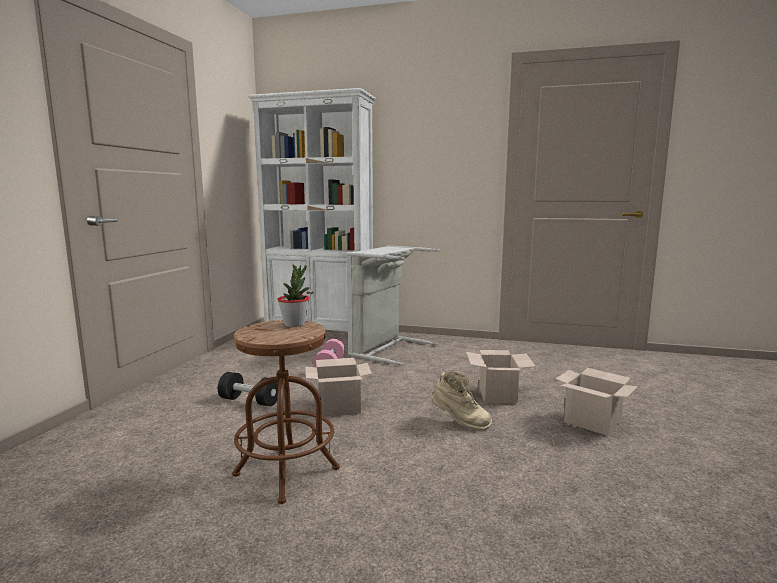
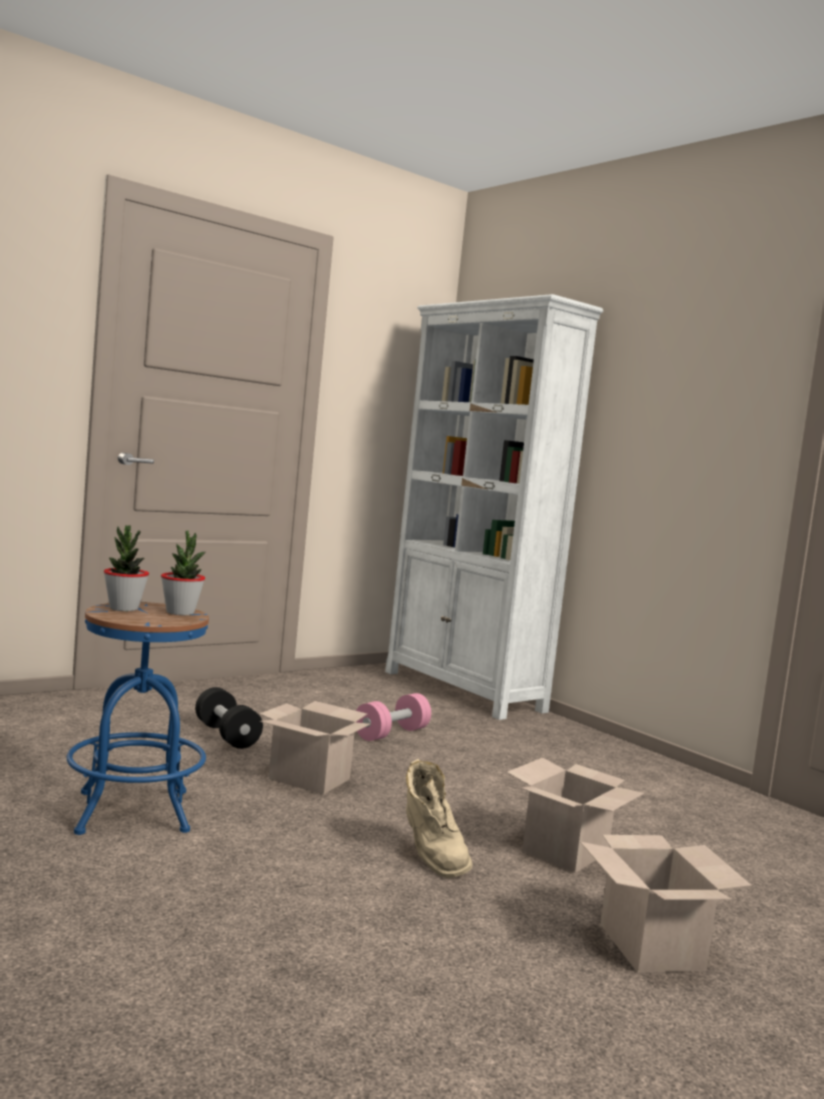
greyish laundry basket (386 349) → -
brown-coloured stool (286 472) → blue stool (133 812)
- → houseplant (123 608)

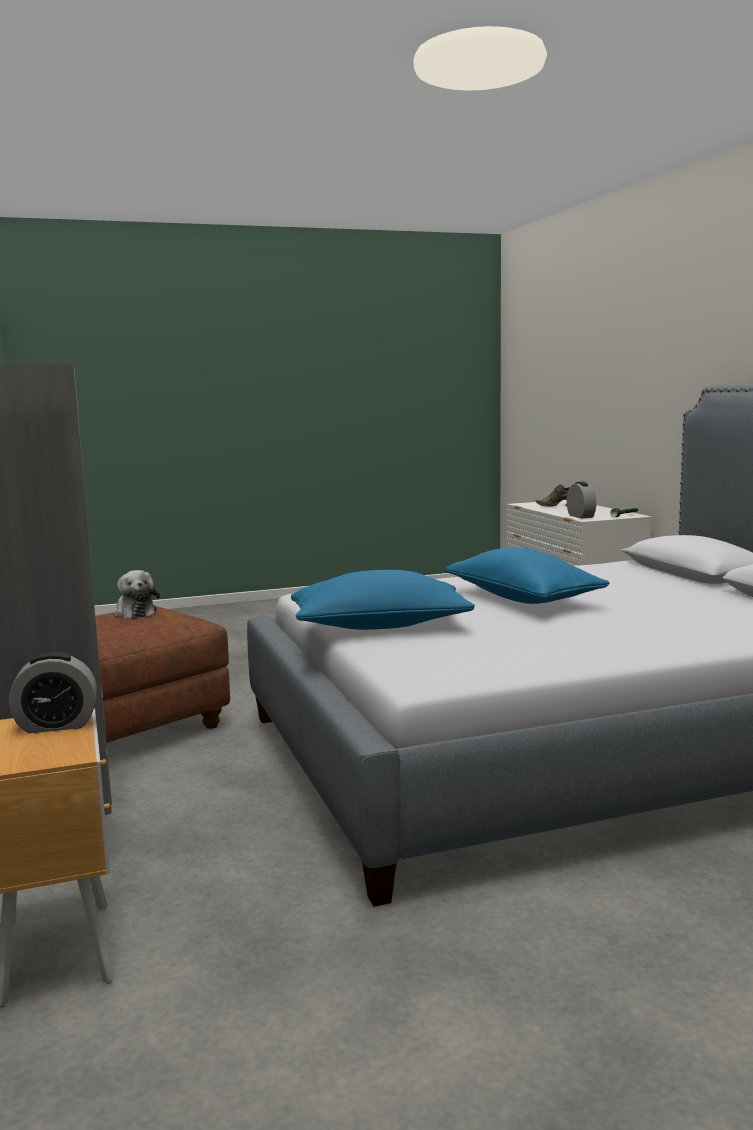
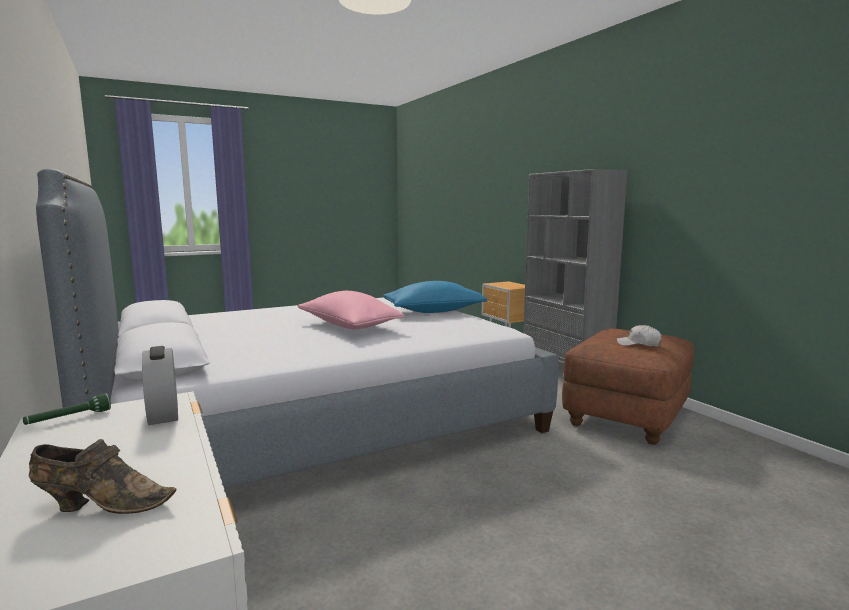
blue pillow (522 599) → pink-coloured pillow (349 326)
soft toy (135 612) → white-coloured cap (639 344)
bedside clock (56 725) → -

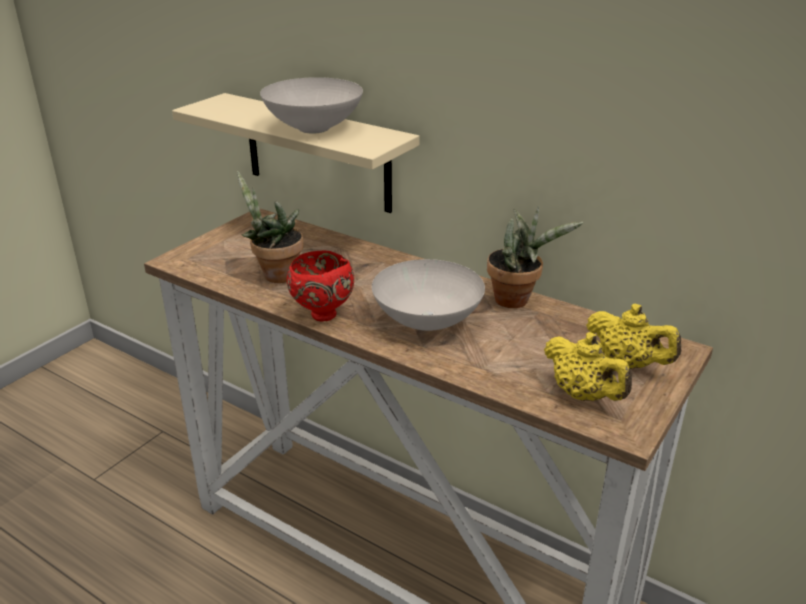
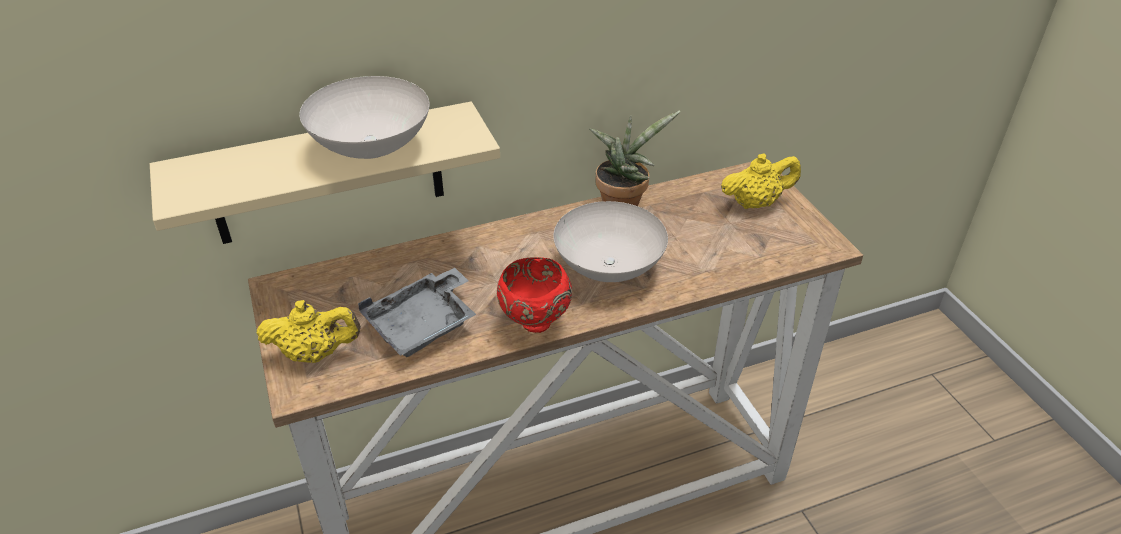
houseplant (275 275) → greyish serving tray (423 324)
yellow-coloured teapot (583 395) → yellow-coloured teapot (315 354), relocated

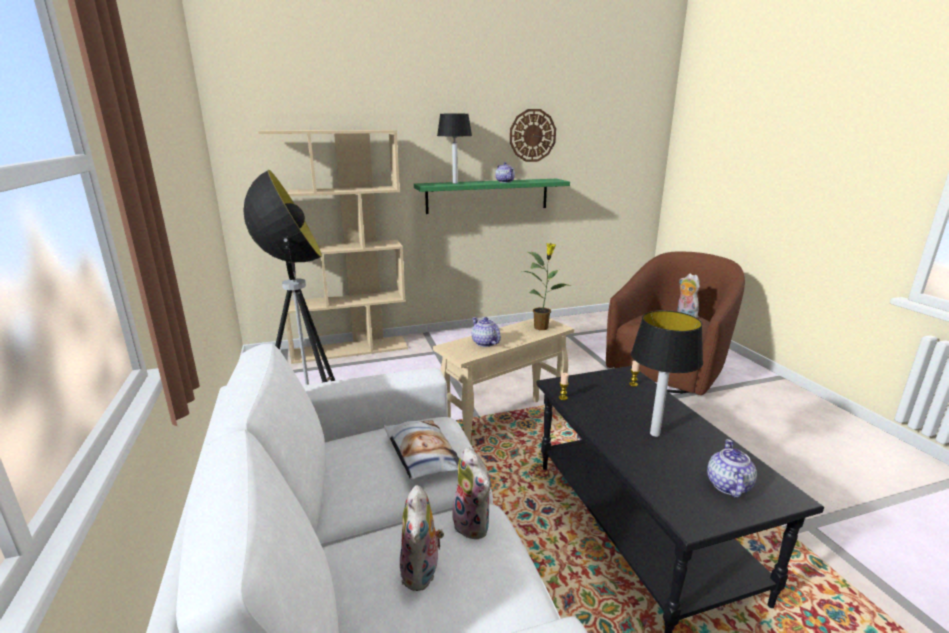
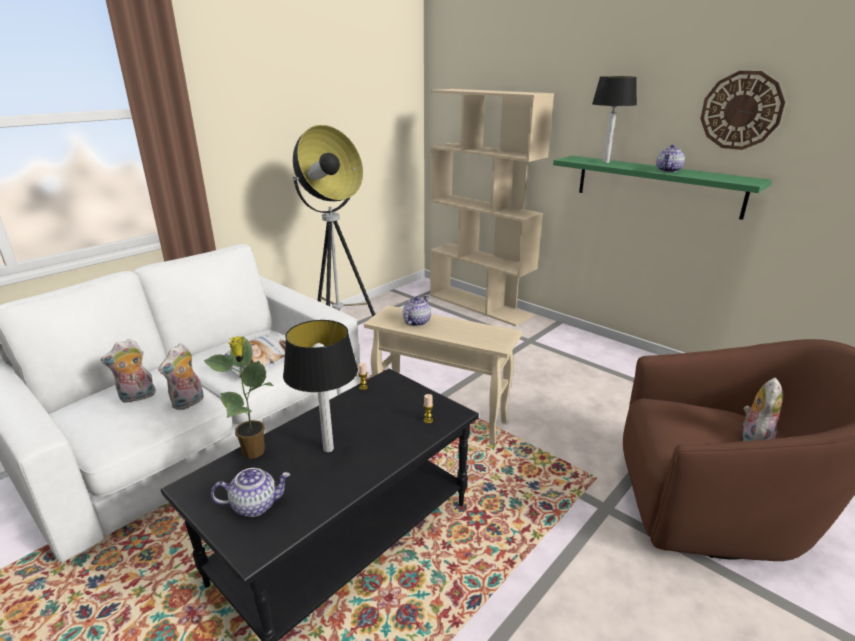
houseplant (542 327) → houseplant (254 452), relocated

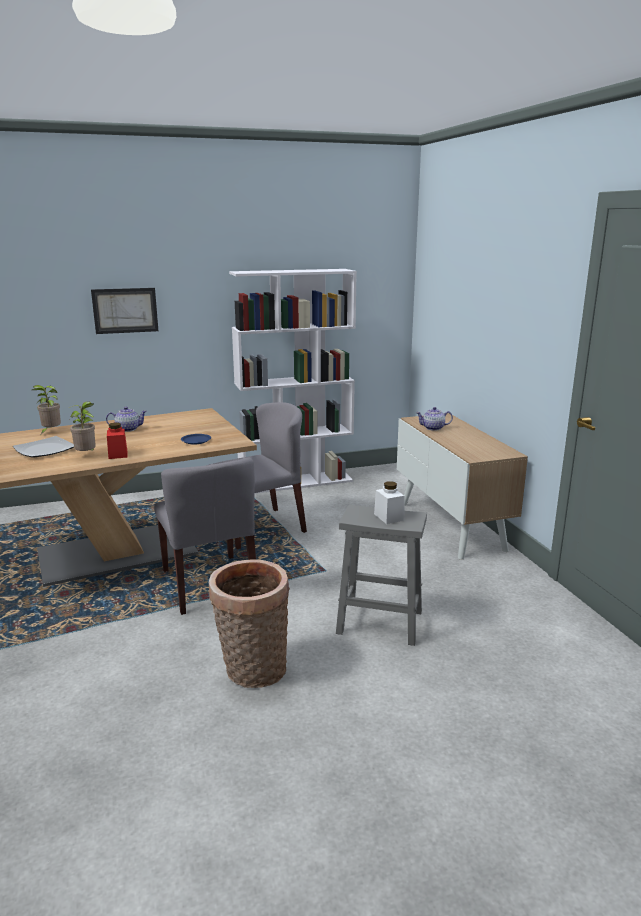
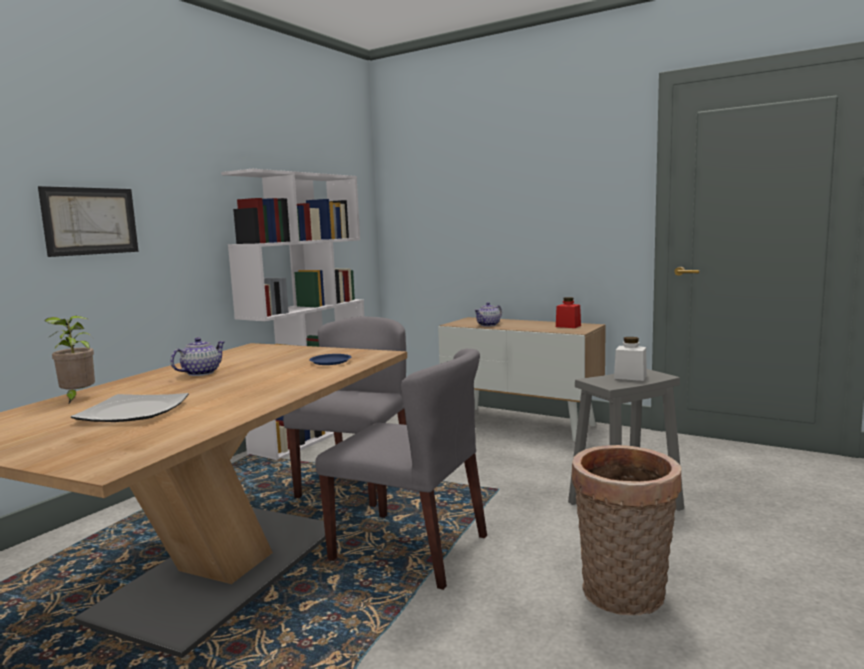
houseplant (87 455) → -
red-coloured storage jar (118 454) → red-coloured storage jar (568 326), relocated

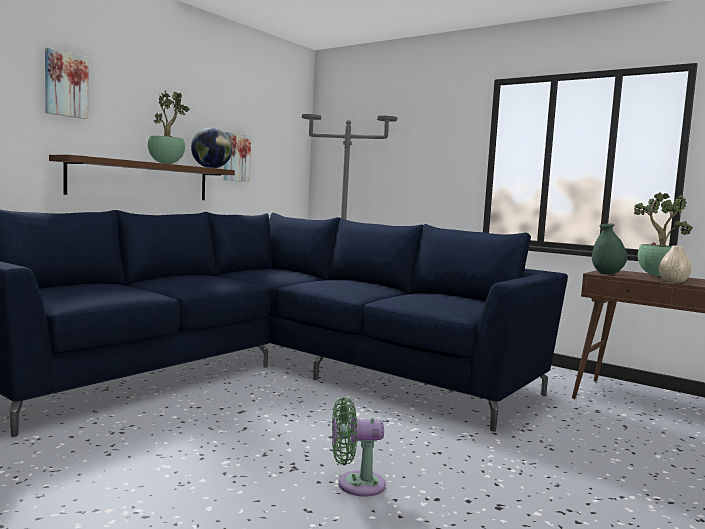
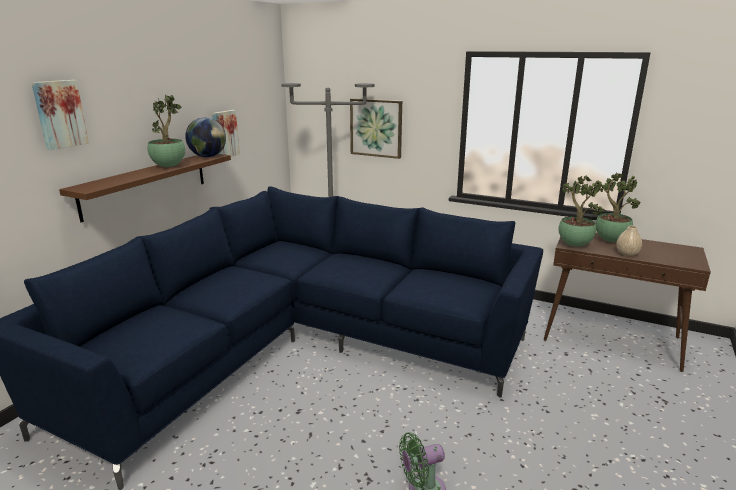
greenish vase (607 274) → houseplant (573 244)
- → wall picture (376 128)

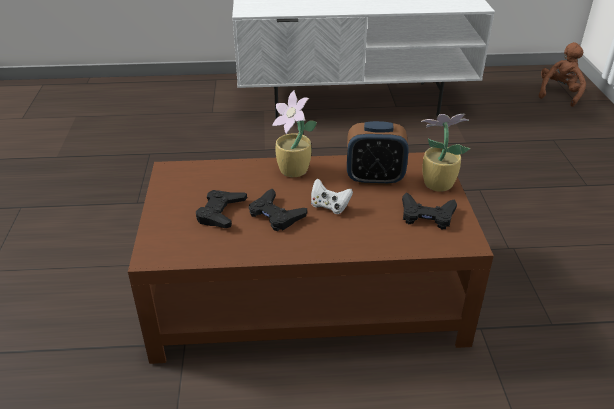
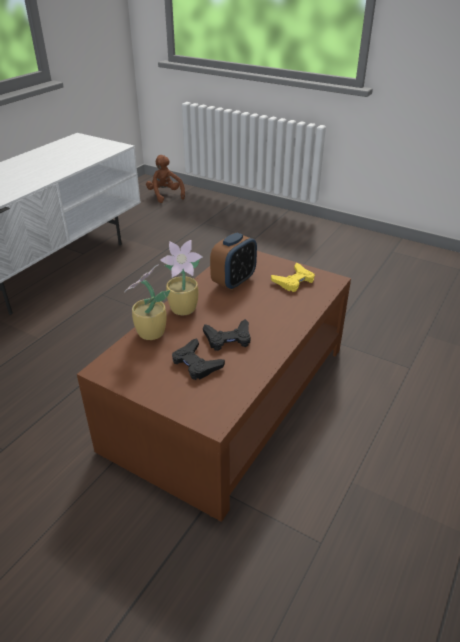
houseplant (436 184) → houseplant (150 333), relocated
white-coloured game controller (329 206) → -
blackish game controller (427 215) → yellow-coloured game controller (294 281)

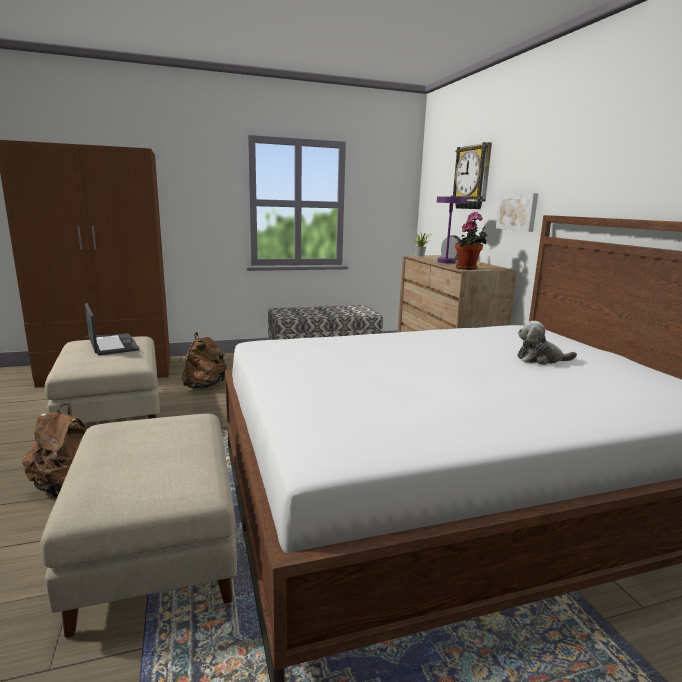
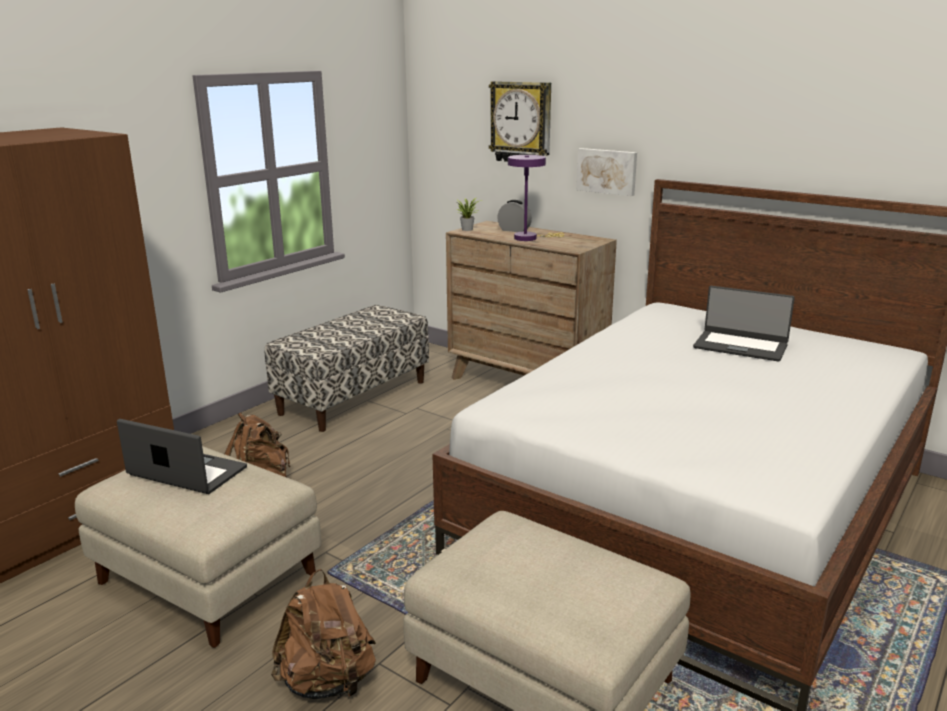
houseplant (468 268) → -
soft toy (540 359) → portable computer (740 346)

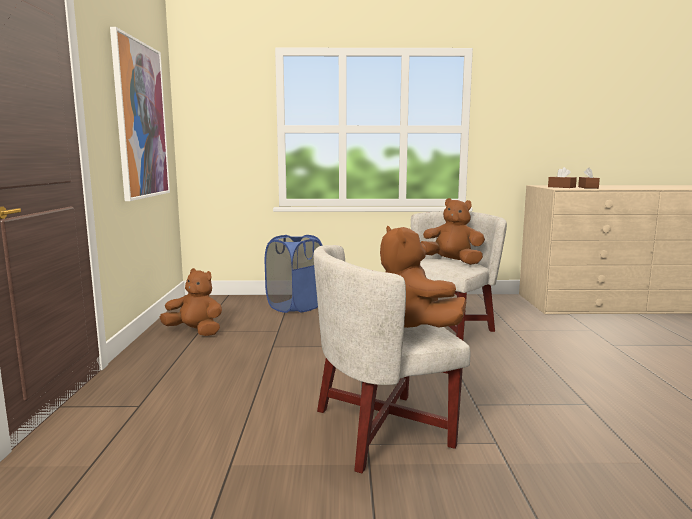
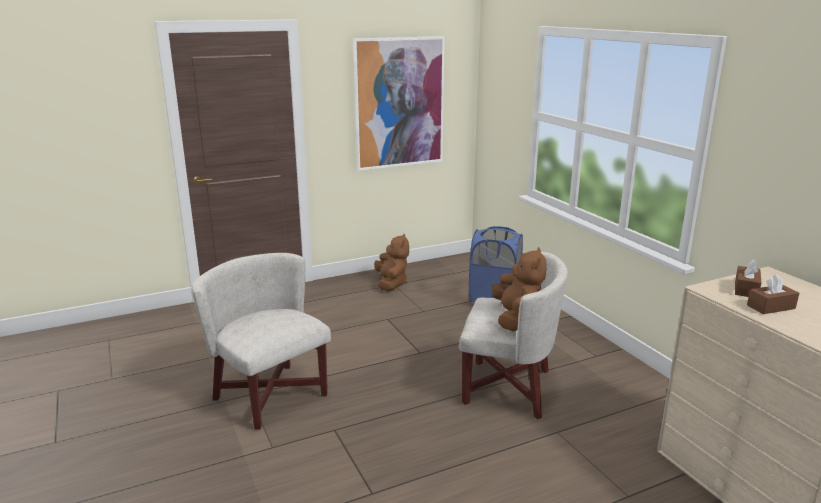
brown-coloured soft toy (414 325) → -

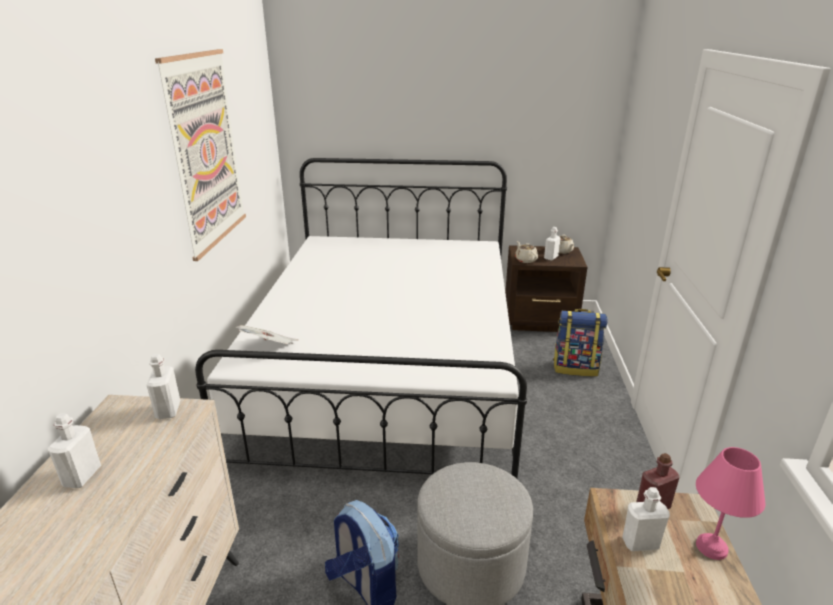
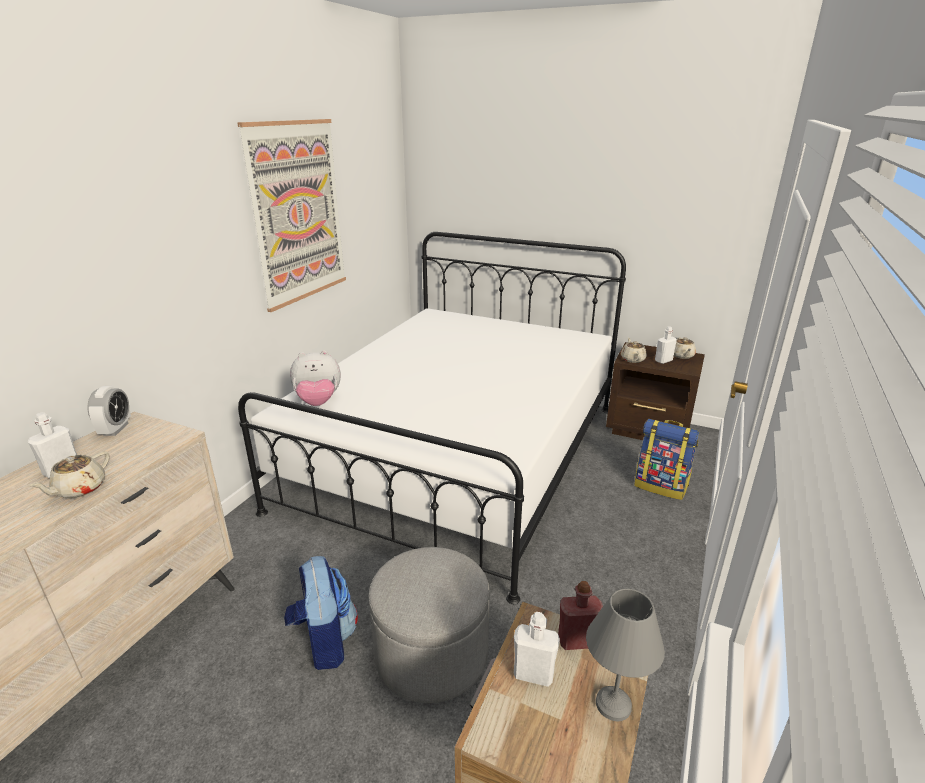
daily paper (270 348) → soft toy (318 402)
white-coloured bottle (168 410) → -
pink-coloured table lamp (713 547) → greyish table lamp (615 704)
- → bedside clock (116 429)
- → sand-coloured teapot (79 489)

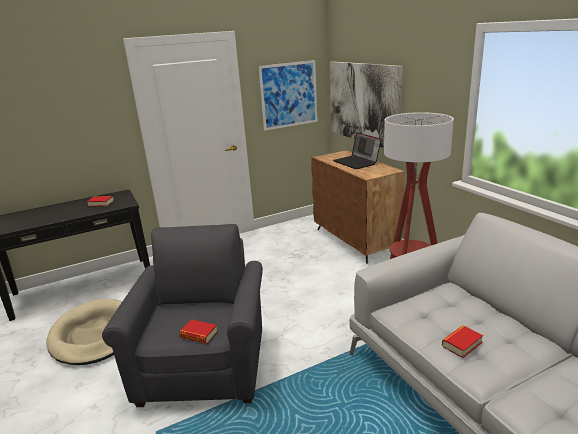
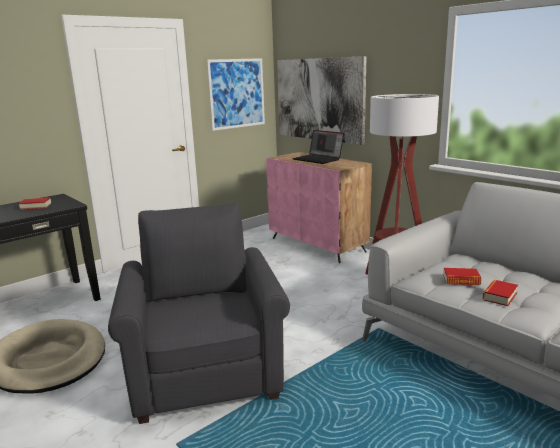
brown-coloured cabinet (355 240) → pink-coloured cabinet (318 245)
volume (199 335) → volume (461 280), relocated

